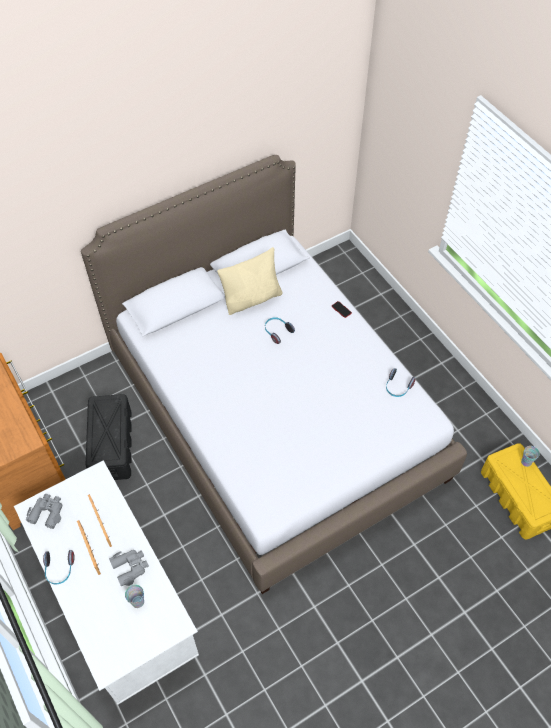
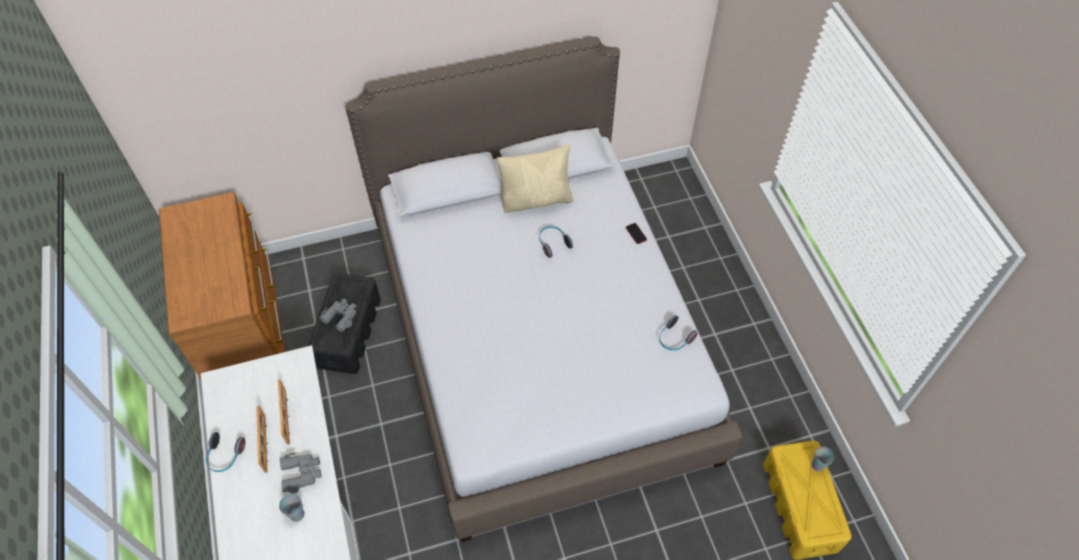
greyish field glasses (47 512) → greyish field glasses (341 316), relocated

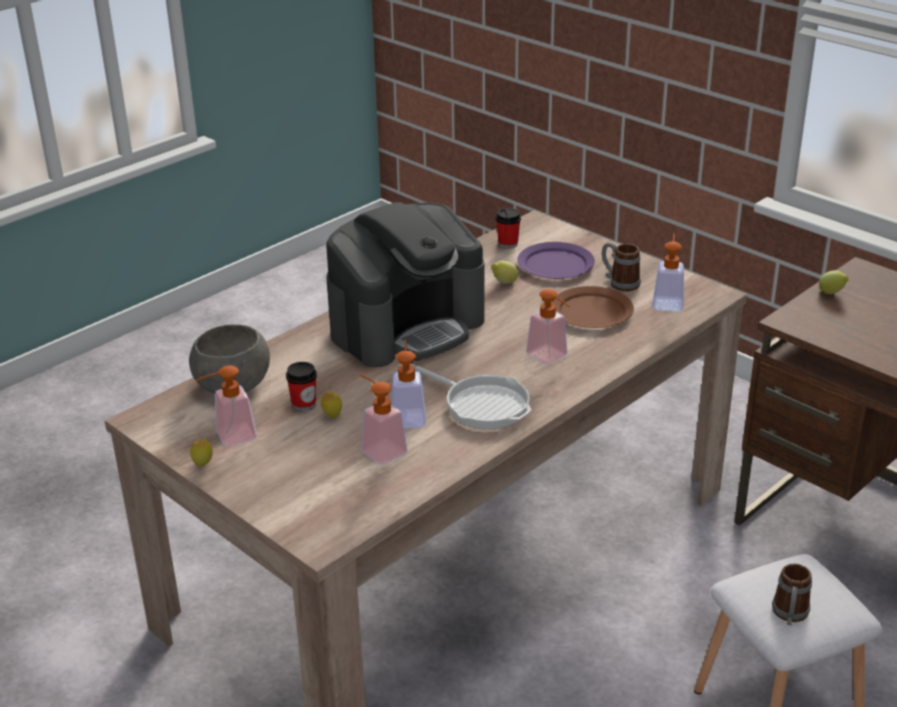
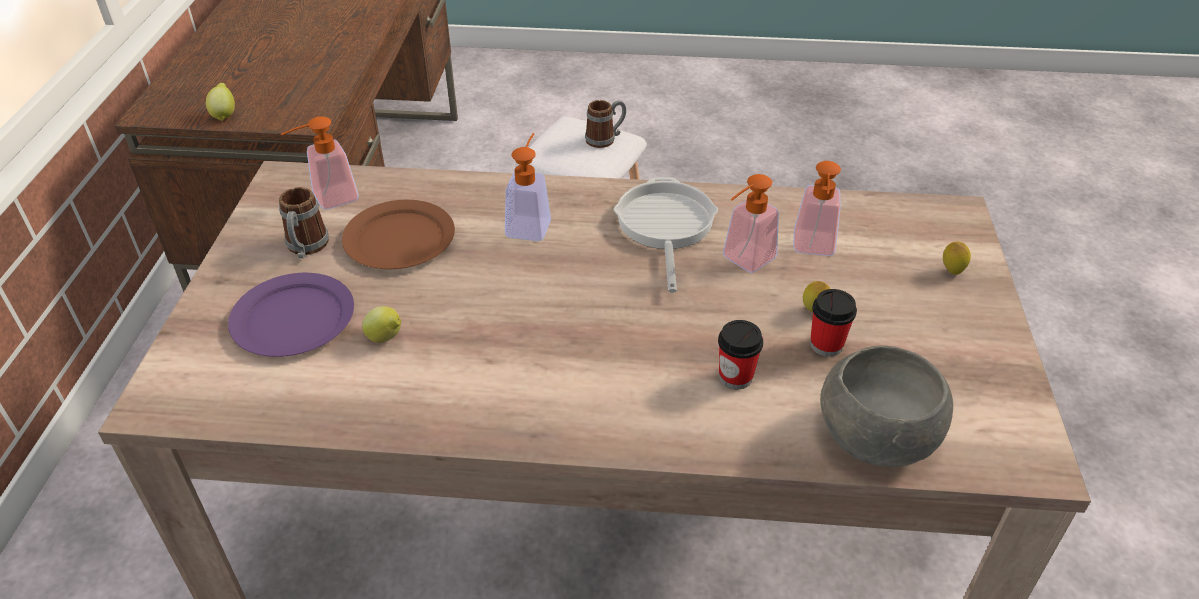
coffee brewer (407 327) → -
small cup (508 244) → small cup (735 377), relocated
soap bottle (229 437) → -
lemon (203 464) → lemon (951 271), relocated

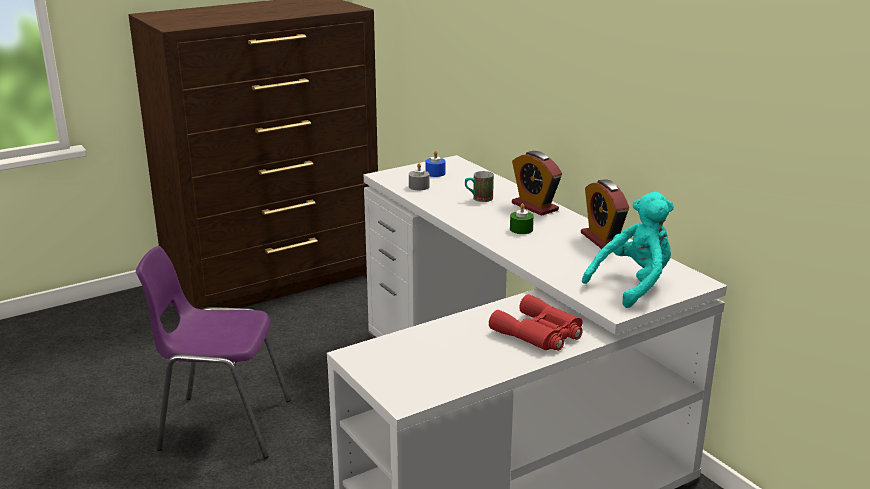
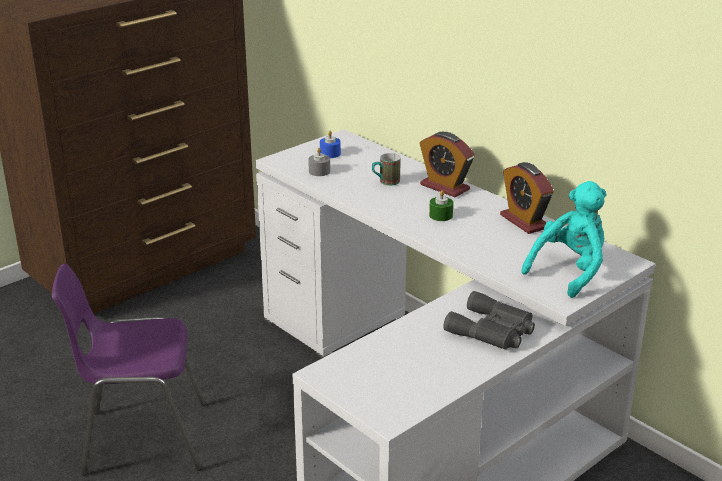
red-coloured field glasses (540 333) → greyish field glasses (492 331)

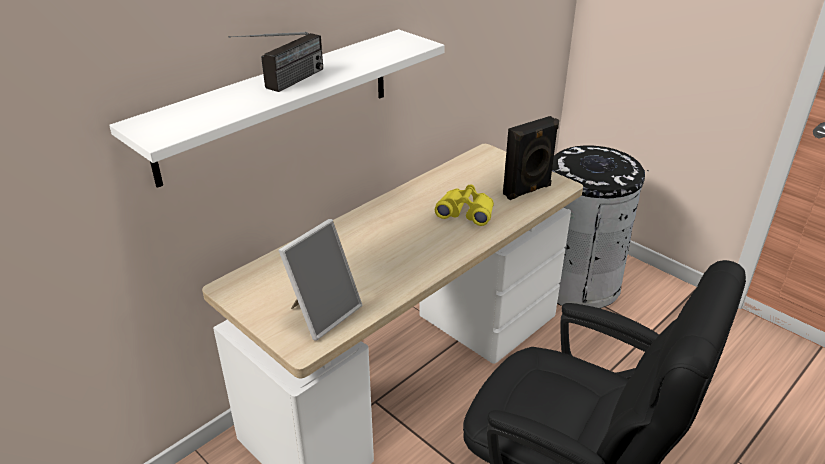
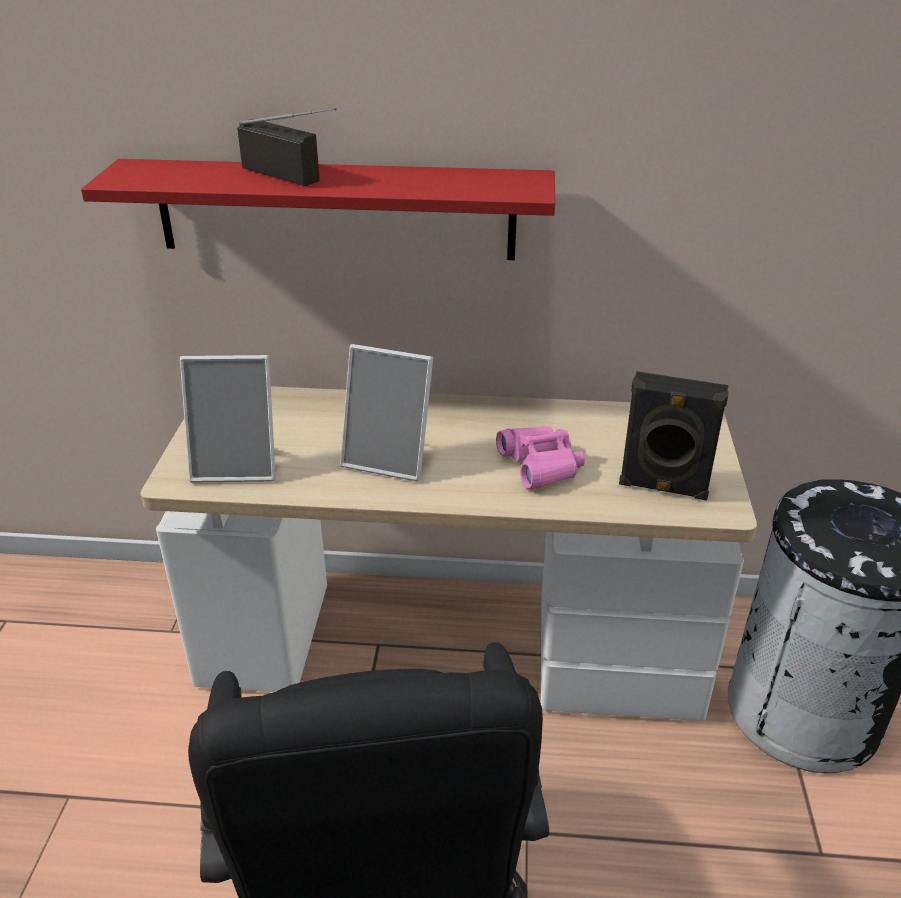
white-coloured bracket shelf (278 104) → red-coloured bracket shelf (335 209)
radio (284 85) → radio (299 179), 135 degrees counterclockwise
yellow-coloured field glasses (466 212) → pink-coloured field glasses (540 465)
- → photo frame (390 458)

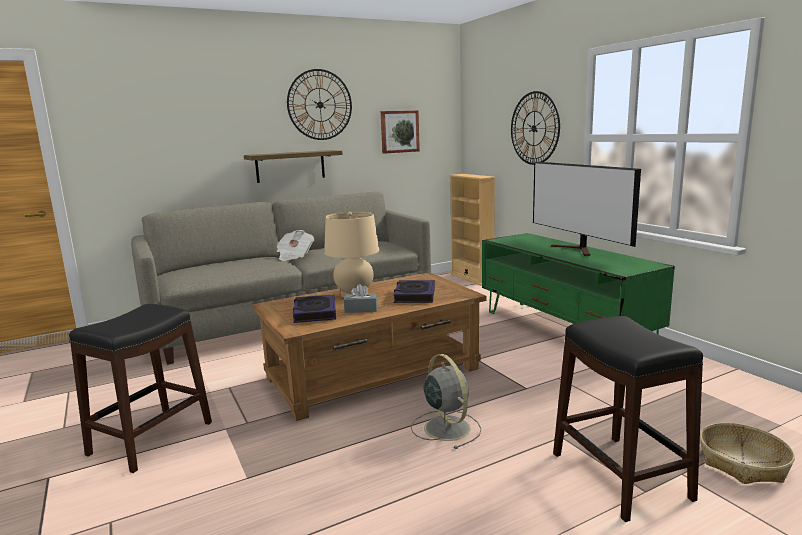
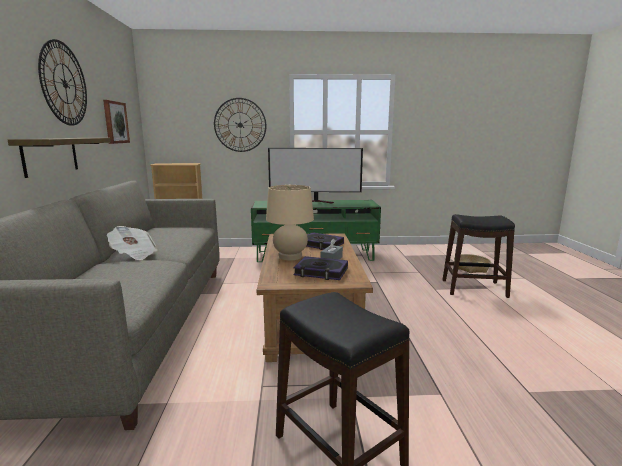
greyish electric fan (446 427) → -

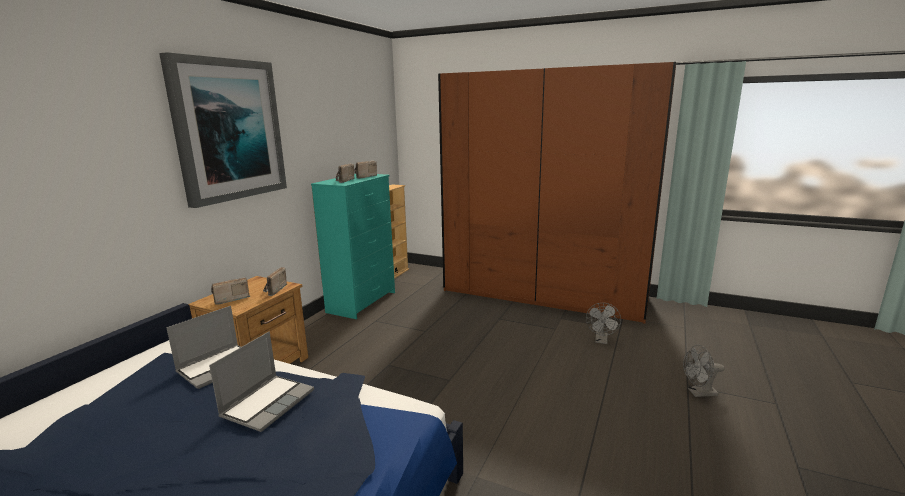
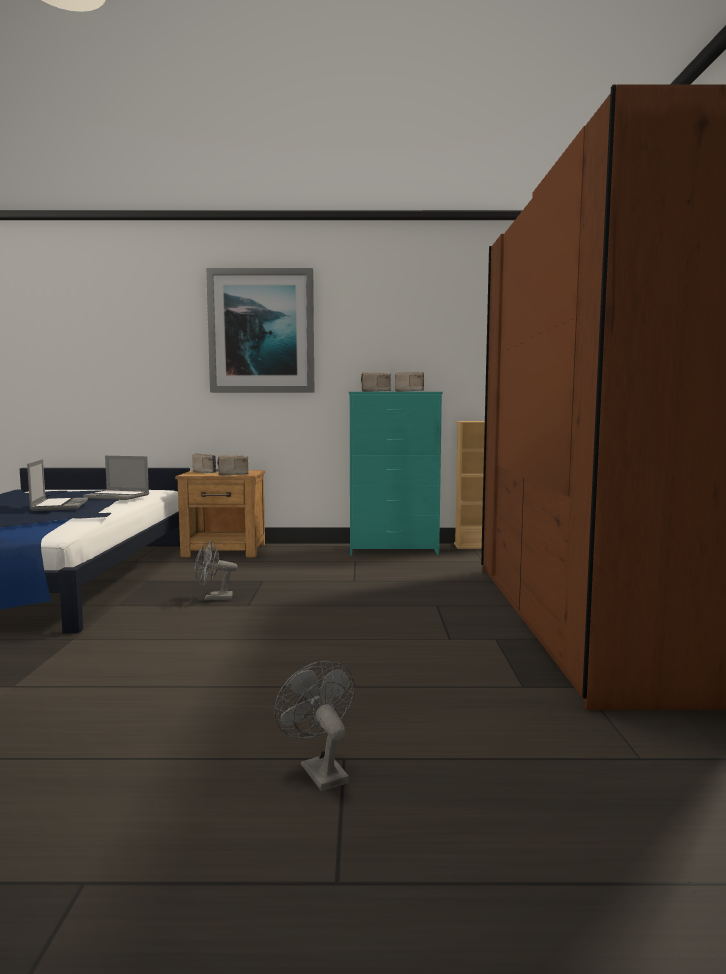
greyish electric fan (601 340) → greyish electric fan (213 598), relocated
portable computer (268 403) → portable computer (59 506), 105 degrees counterclockwise

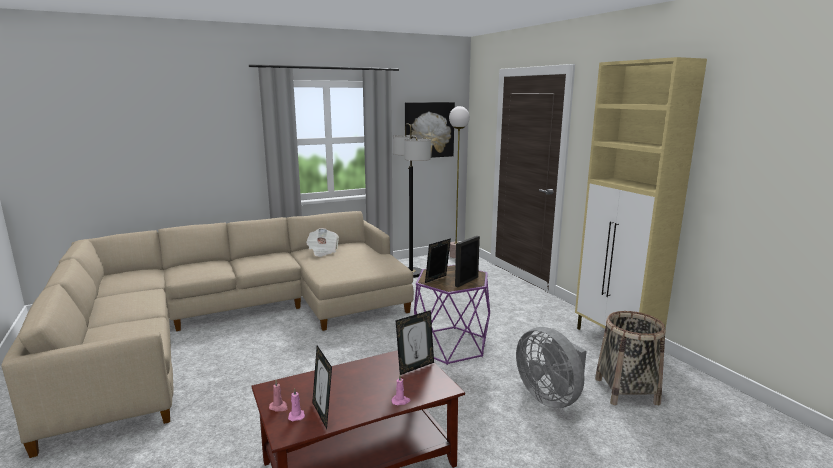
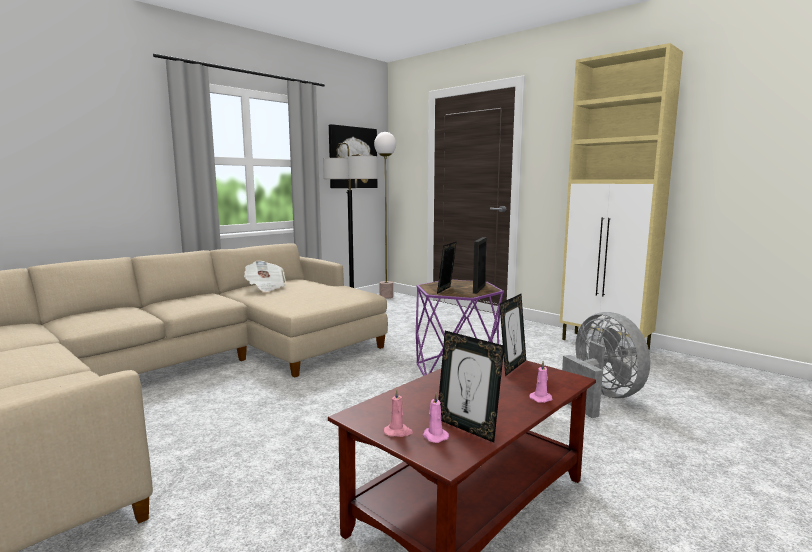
storage basket (626 391) → -
greyish electric fan (550 397) → greyish electric fan (600 397), 150 degrees counterclockwise

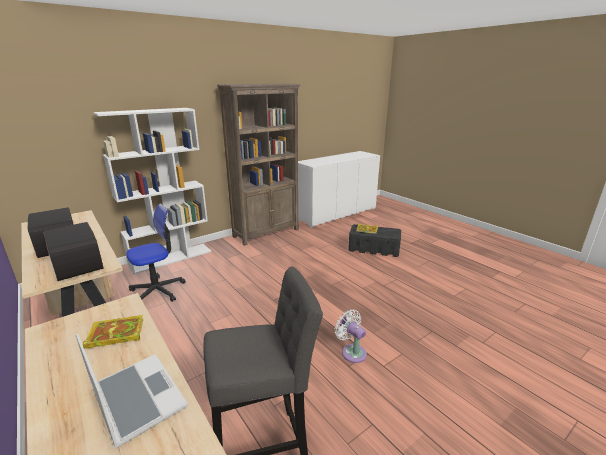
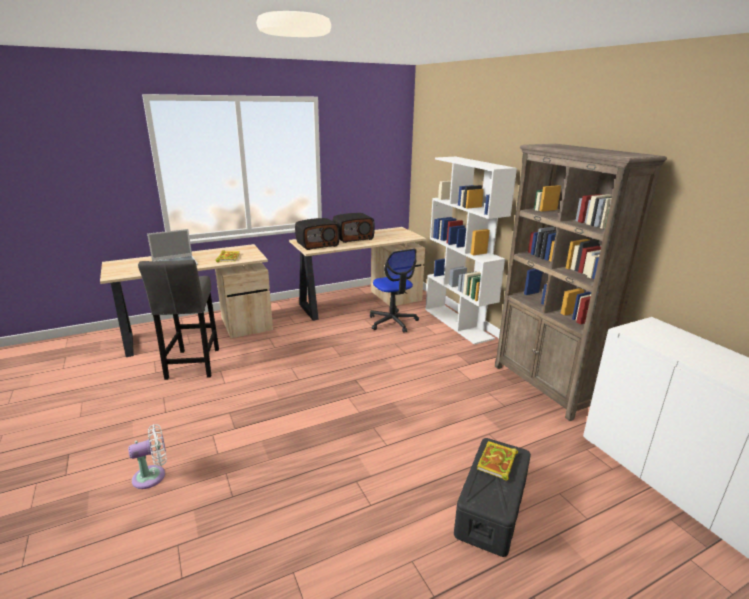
white-coloured electric fan (352 351) → white-coloured electric fan (153 476), relocated

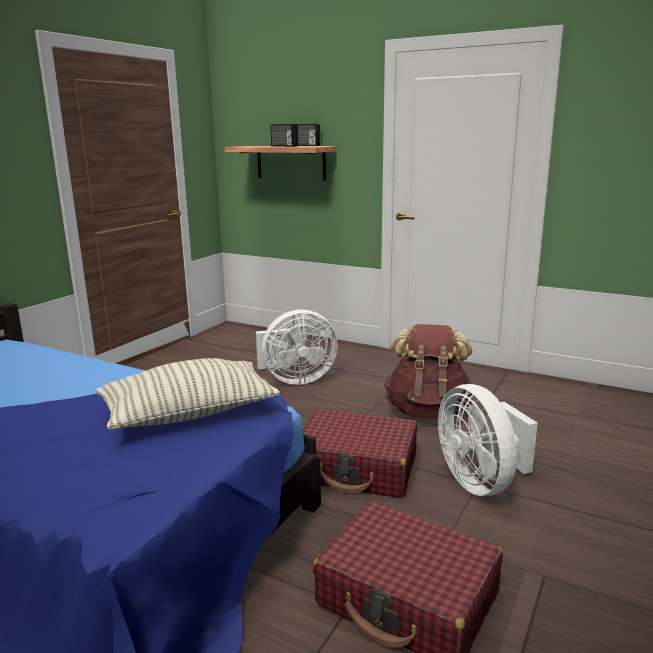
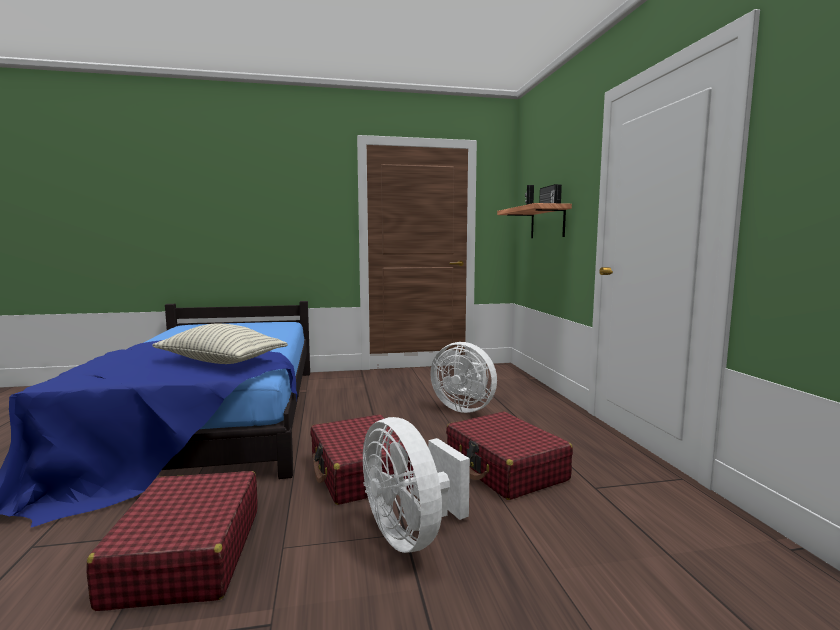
brown-coloured knapsack (428 412) → red-coloured travel case (505 468)
white-coloured electric fan (481 482) → white-coloured electric fan (411 534), 60 degrees counterclockwise

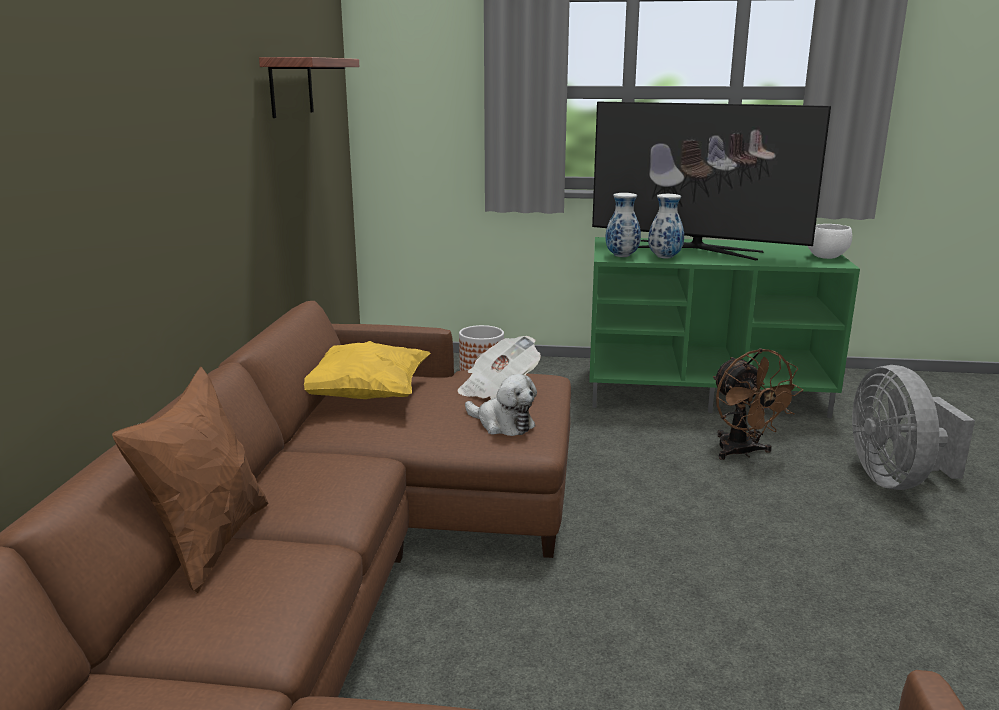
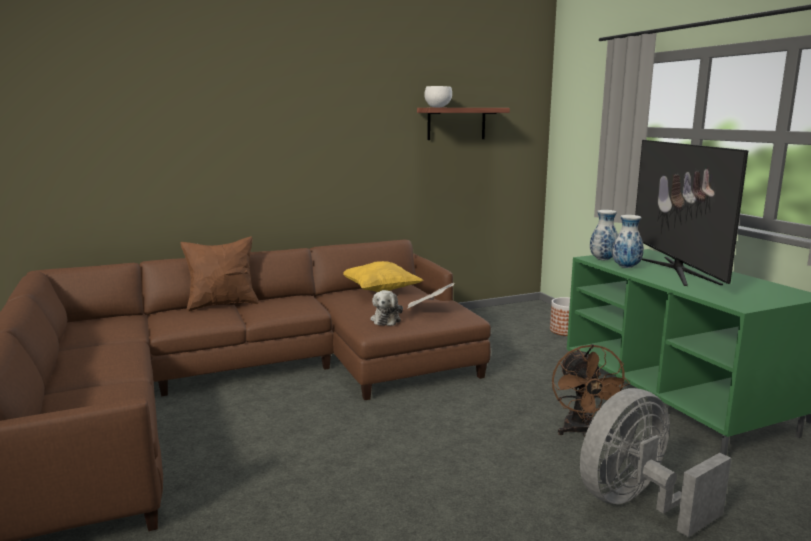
white-coloured serving bowl (825 257) → white-coloured serving bowl (438 107), relocated
brown-coloured electric fan (742 453) → brown-coloured electric fan (581 431), 45 degrees counterclockwise

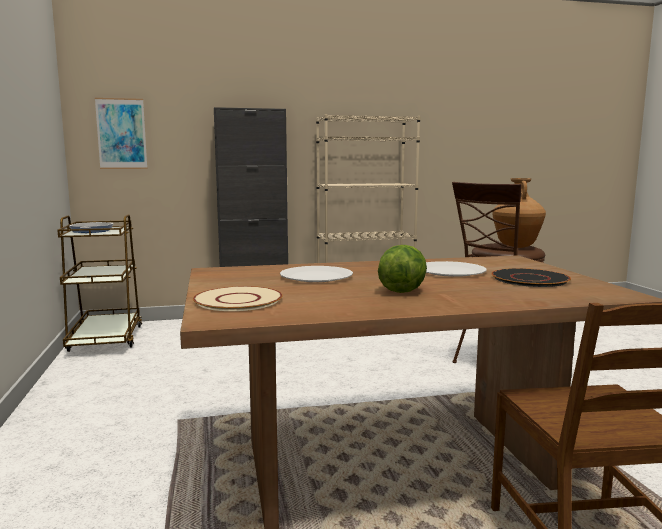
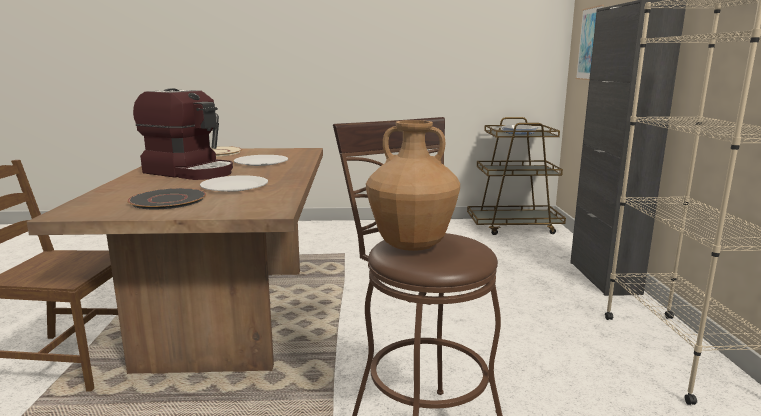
lettuce head (402 290) → coffee brewer (190 172)

